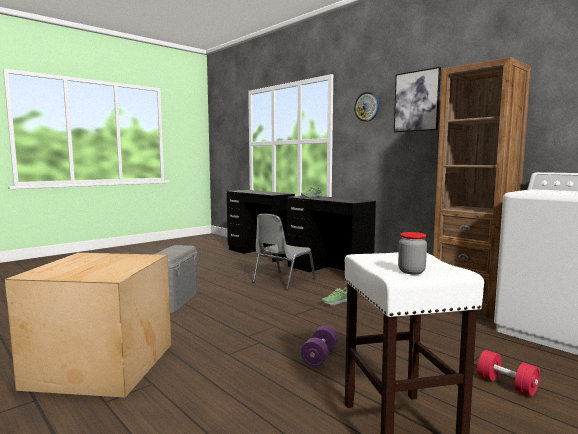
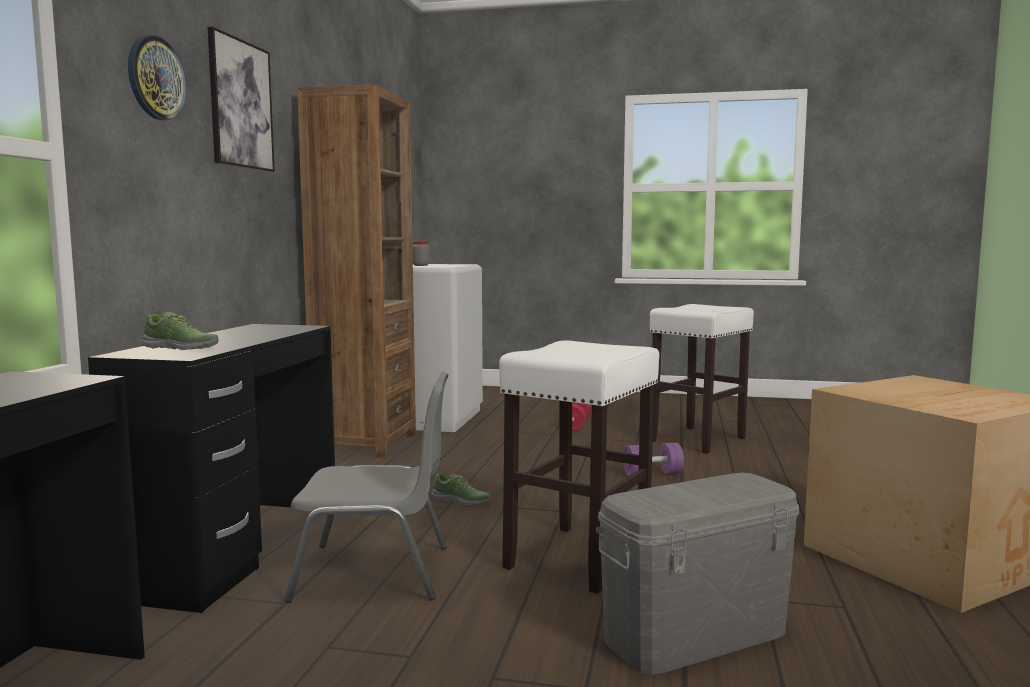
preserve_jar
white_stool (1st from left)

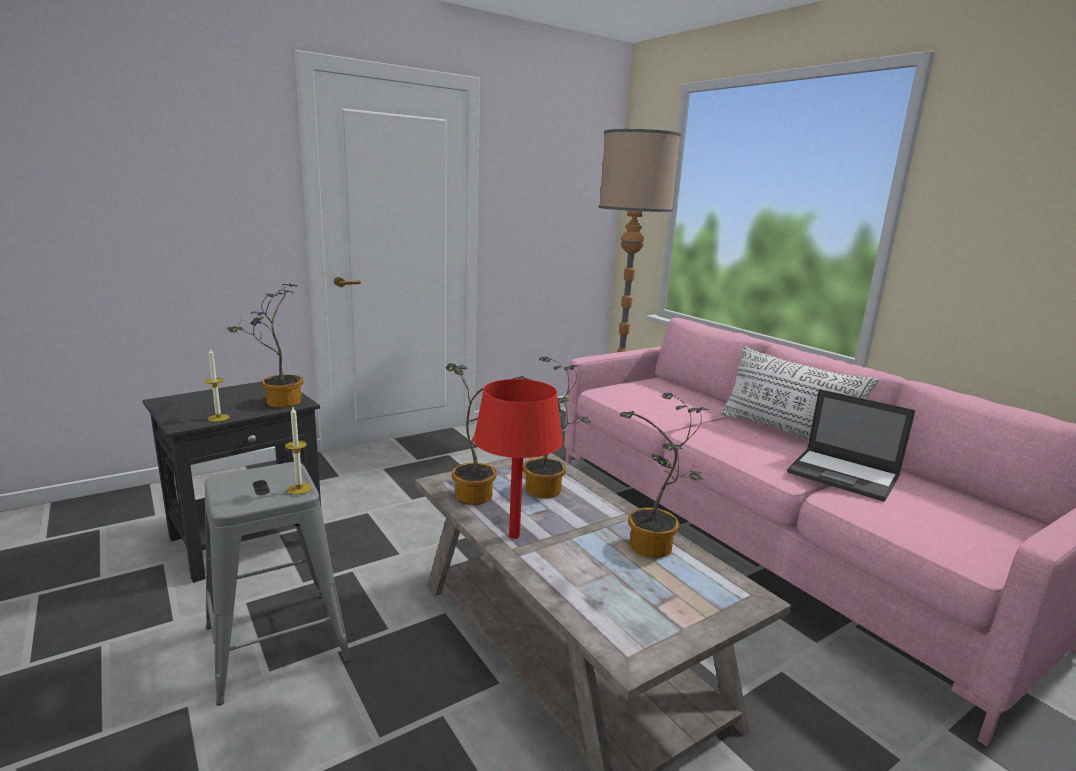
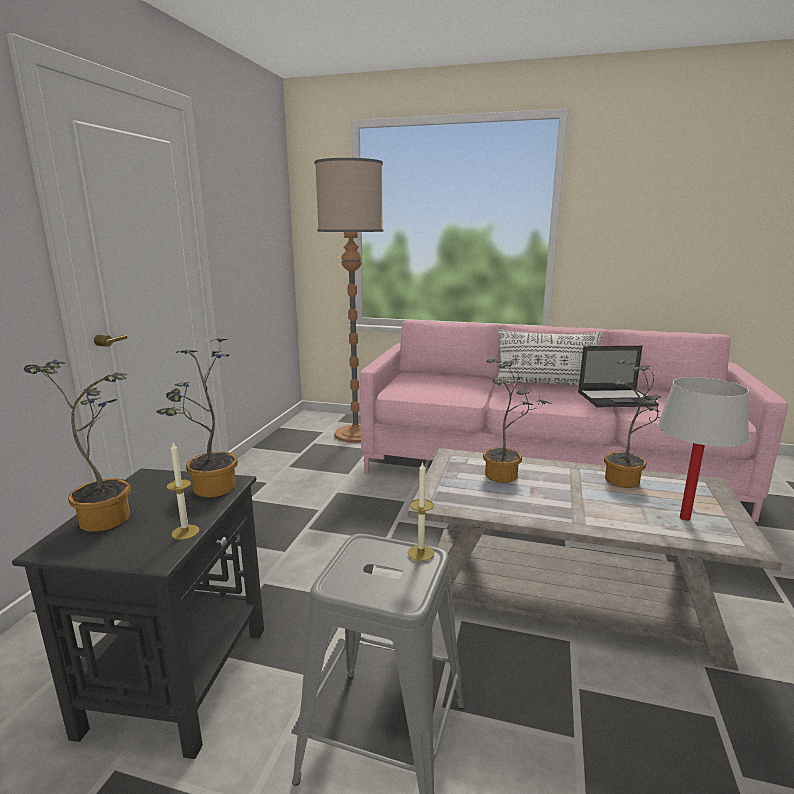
plant_in_a_pot (1st from left)
red_table_lamp
white_table_lamp

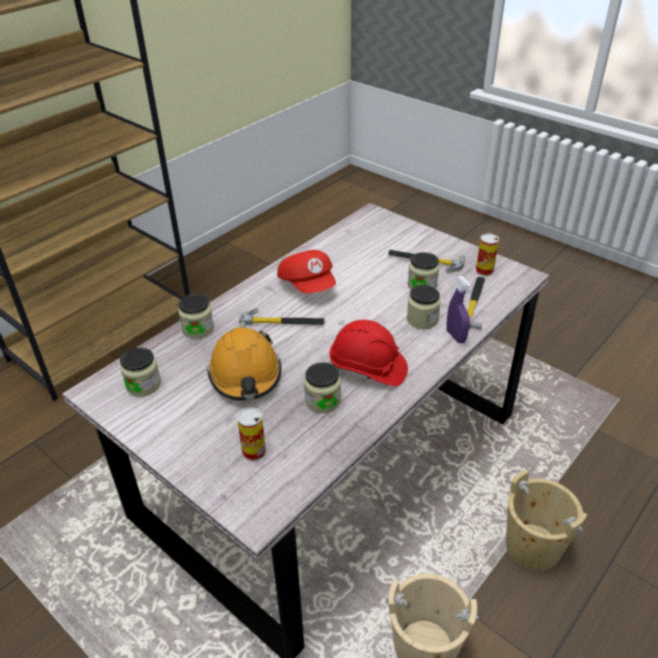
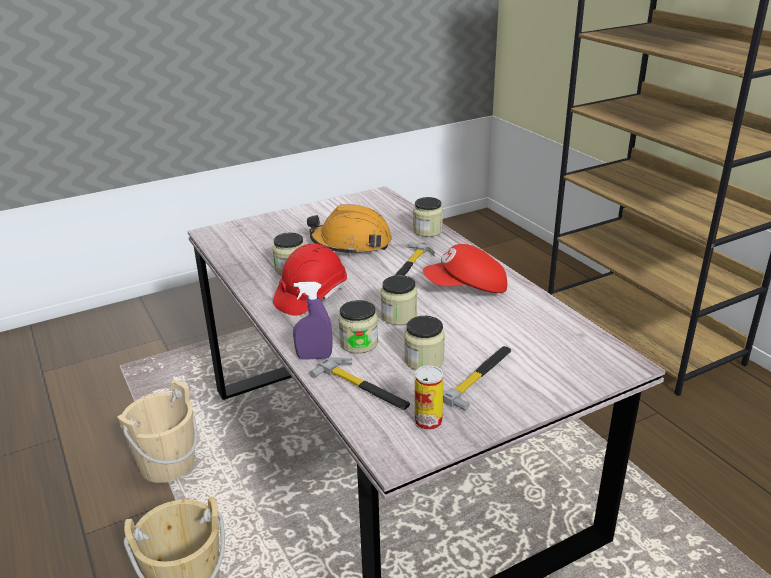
preserve_jar (3rd from left)
sealed_can (1st from left in the first image)

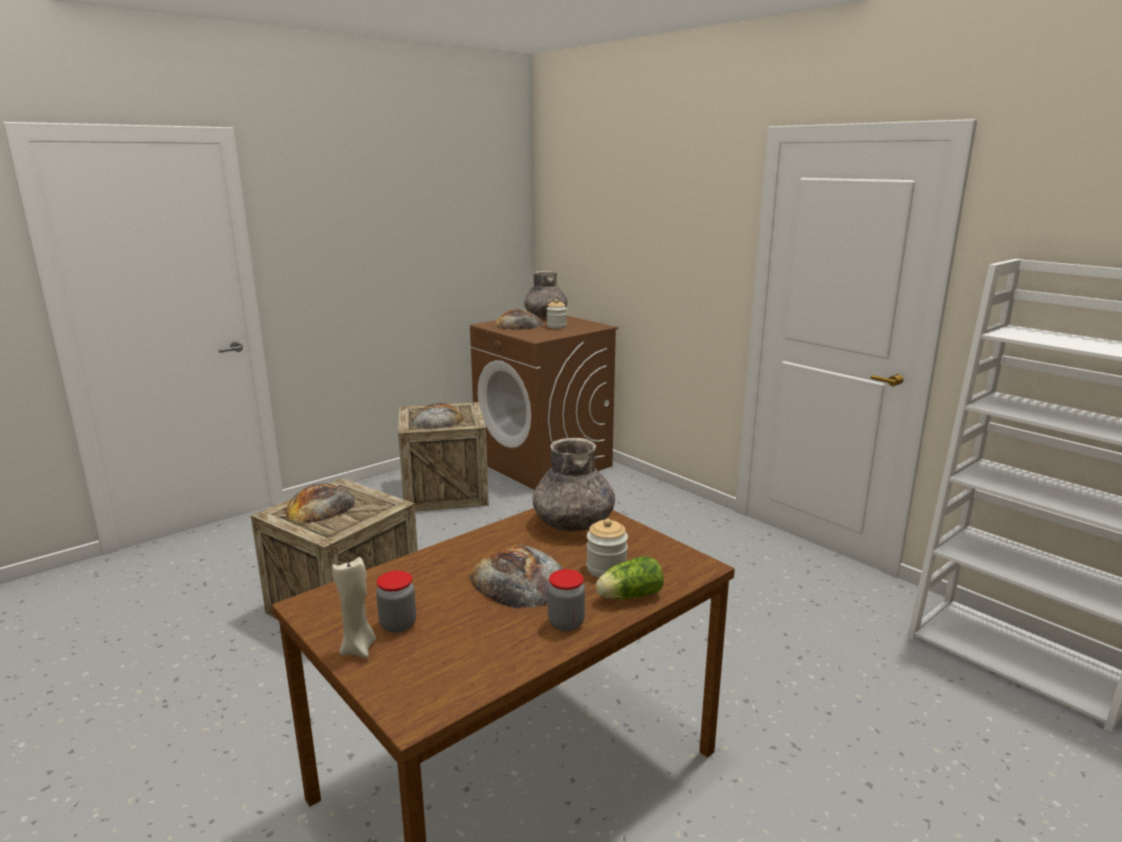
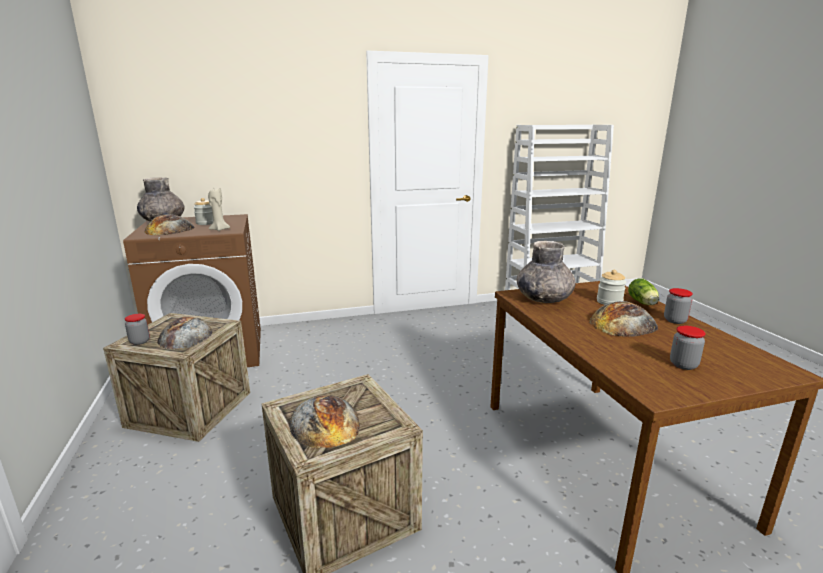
beige-coloured_wax_light
preserve_jar (1st from left)

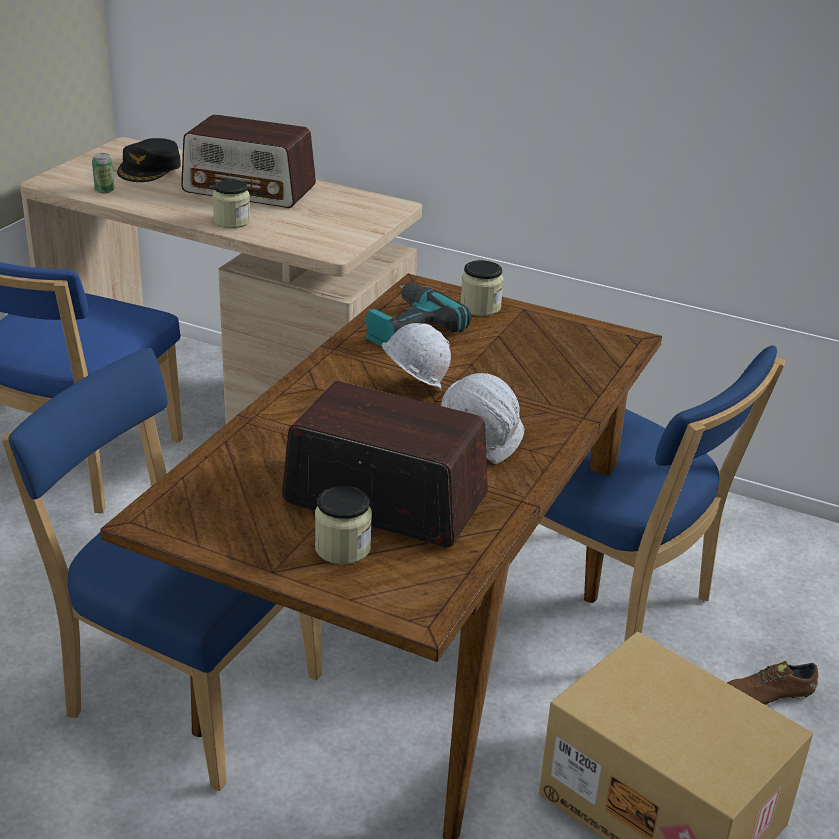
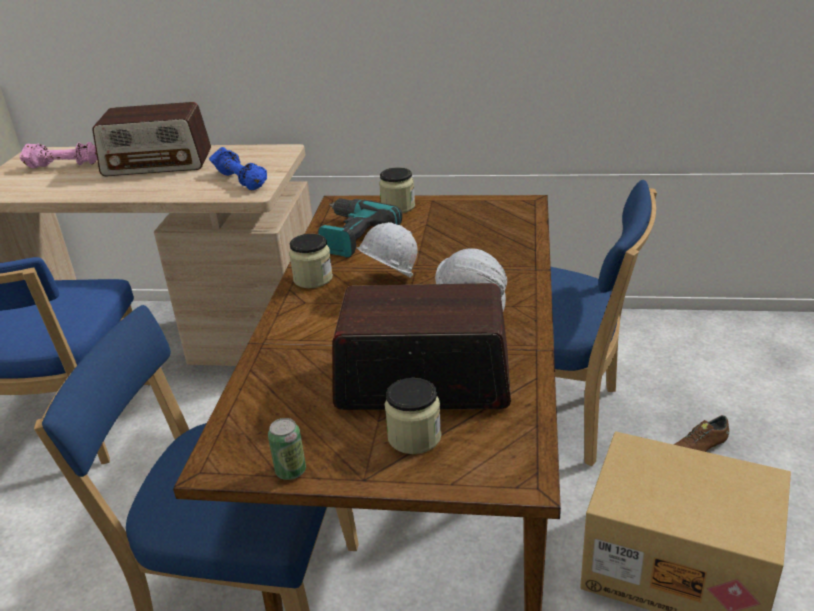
sealed_can
pink_hand_weight
preserve_jar (1st from left)
bluish_hand_weight

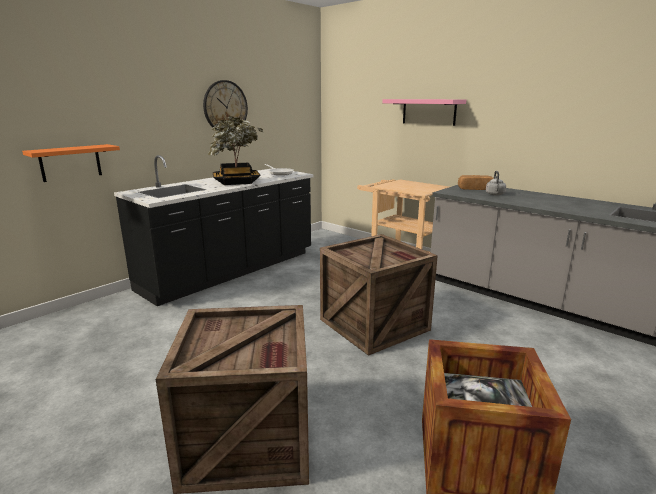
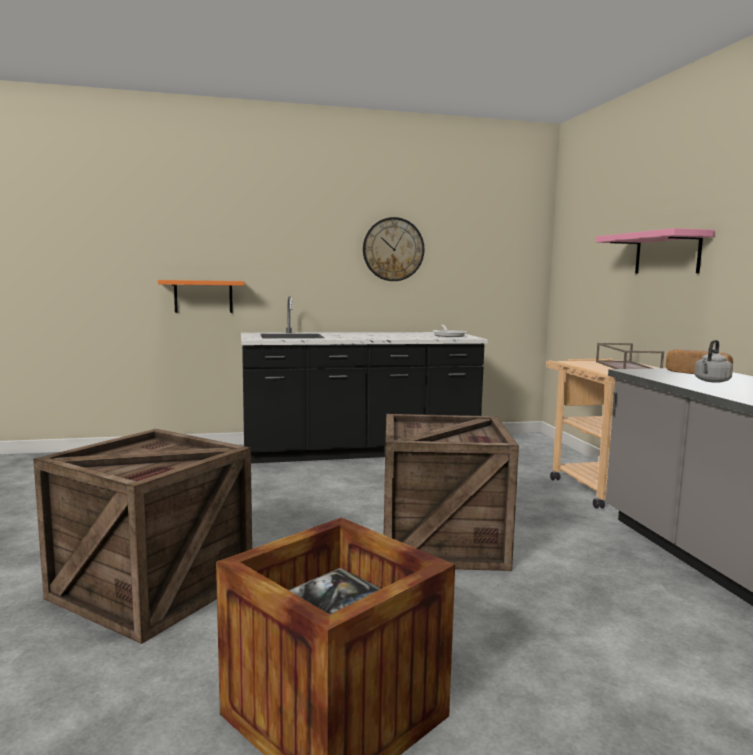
plant_in_a_pot
brown-coloured_tray

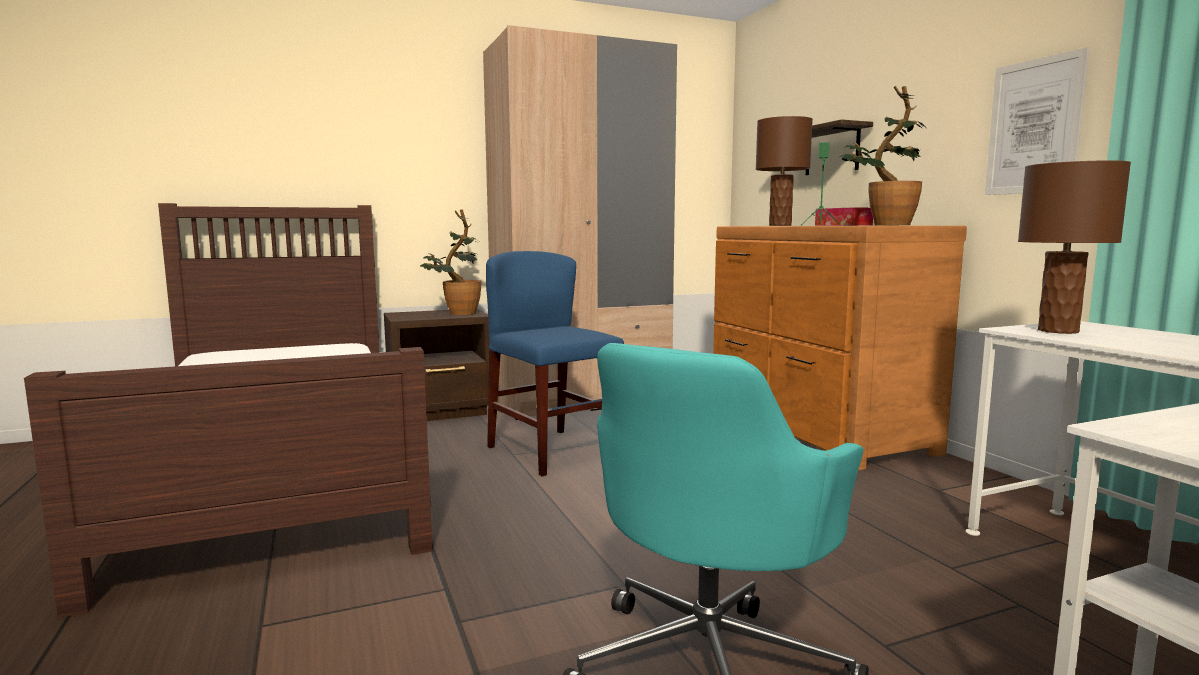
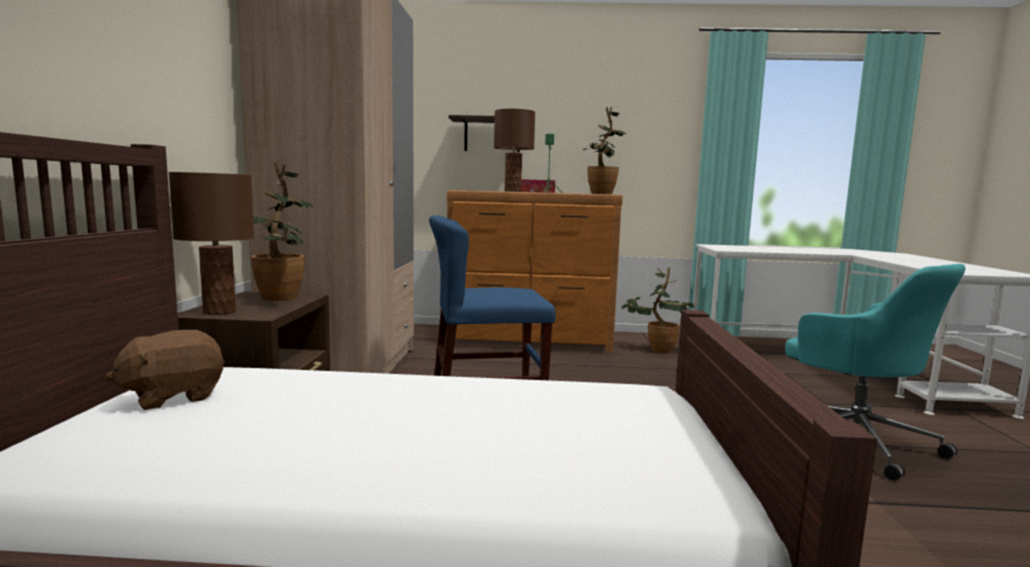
picture
brown-coloured_table_lamp (1st from left)
brown-coloured_soft_toy
plant_in_a_pot (3rd from left)

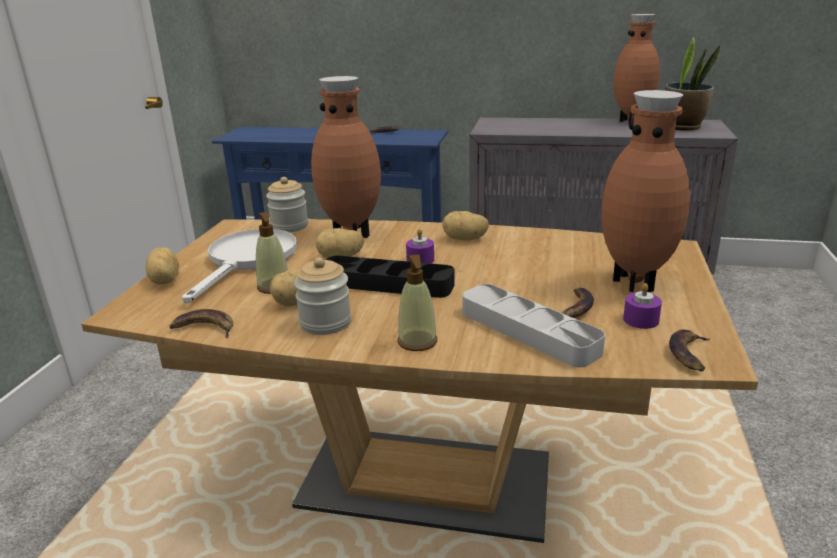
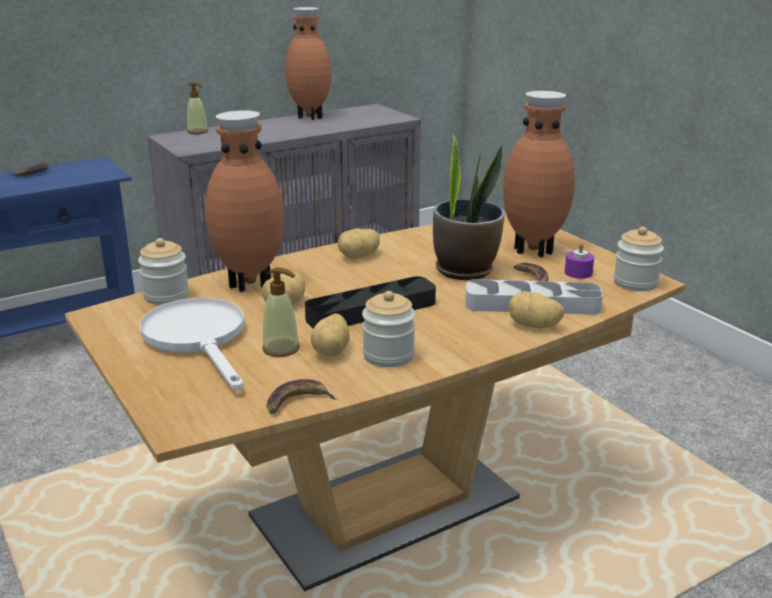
whole_potato (4th from left)
soap_bottle (1st from left)
purple-coloured_wax_light (1st from left in the first image)
plant_in_a_pot
preserve_jar (3rd from left)

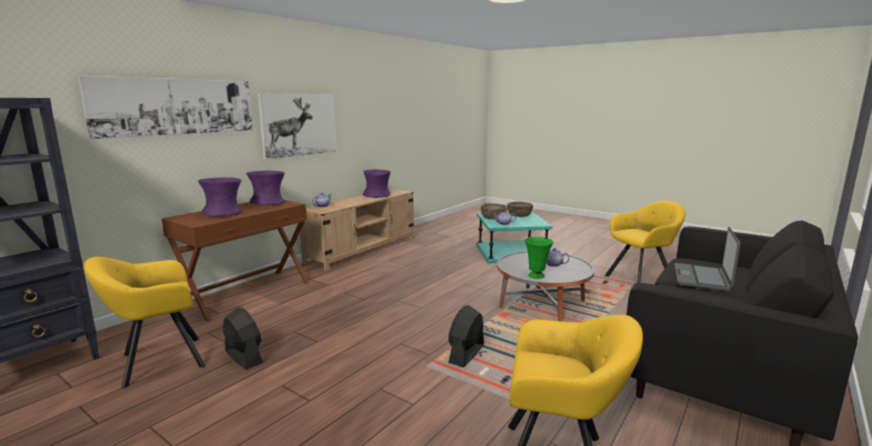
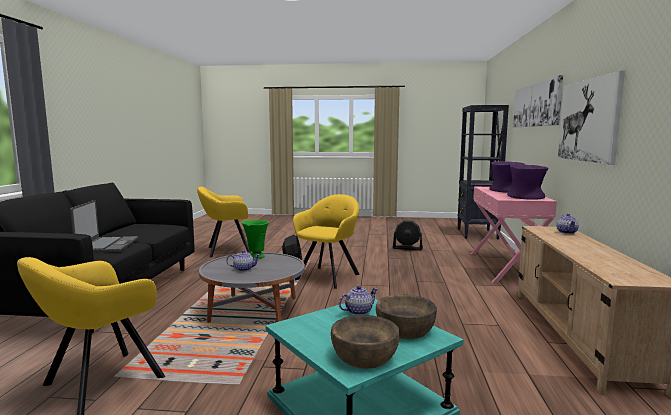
yellowish_lounge_chair (3rd from left)
pink_console_table
purple-coloured_flower_vase (3rd from left in the first image)

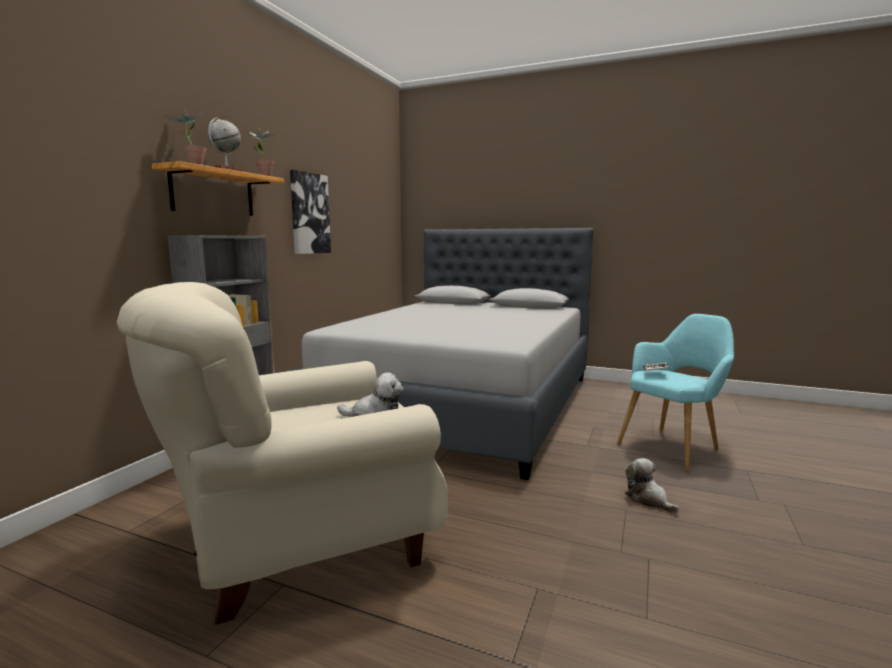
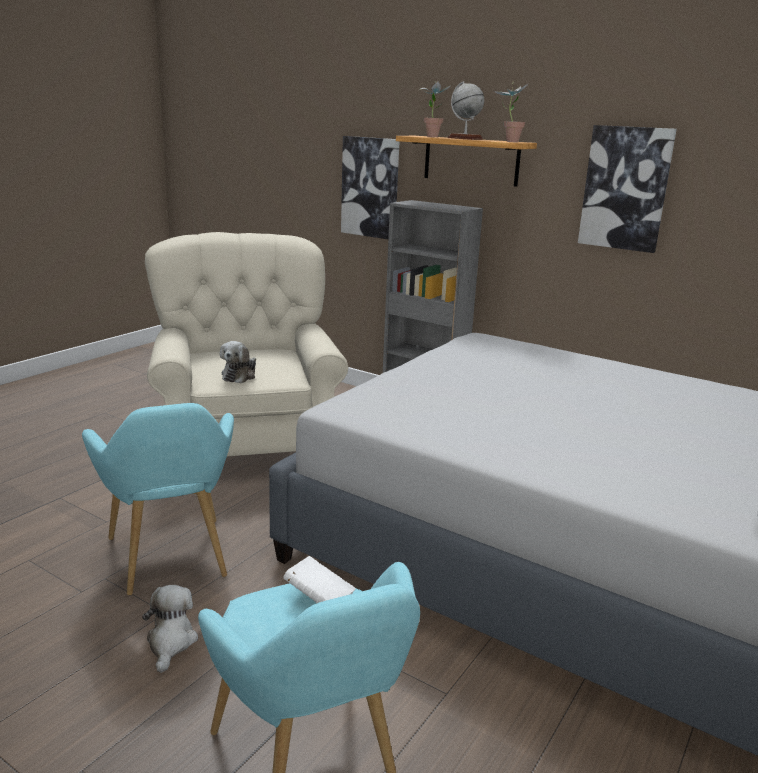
soft_toy (1st from left)
turquoise_lounge_chair (1st from left)
picture (1st from left)

